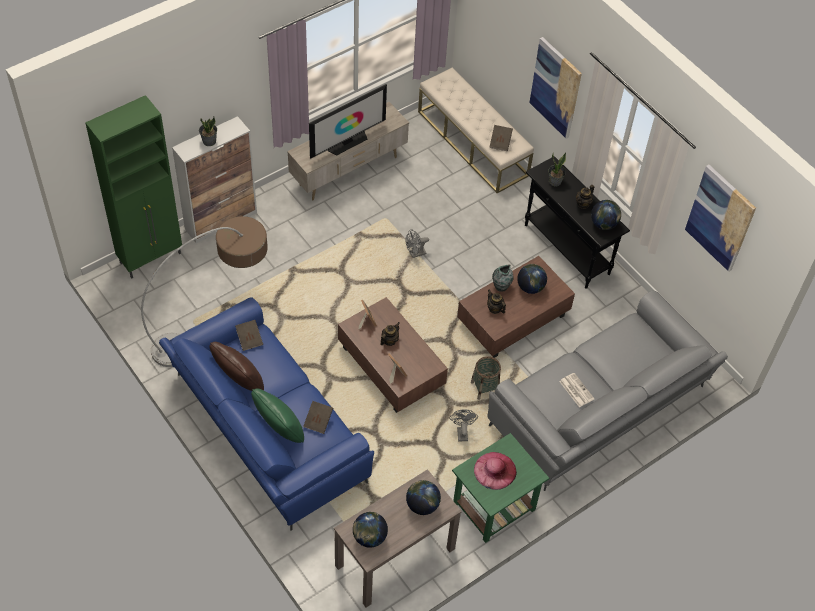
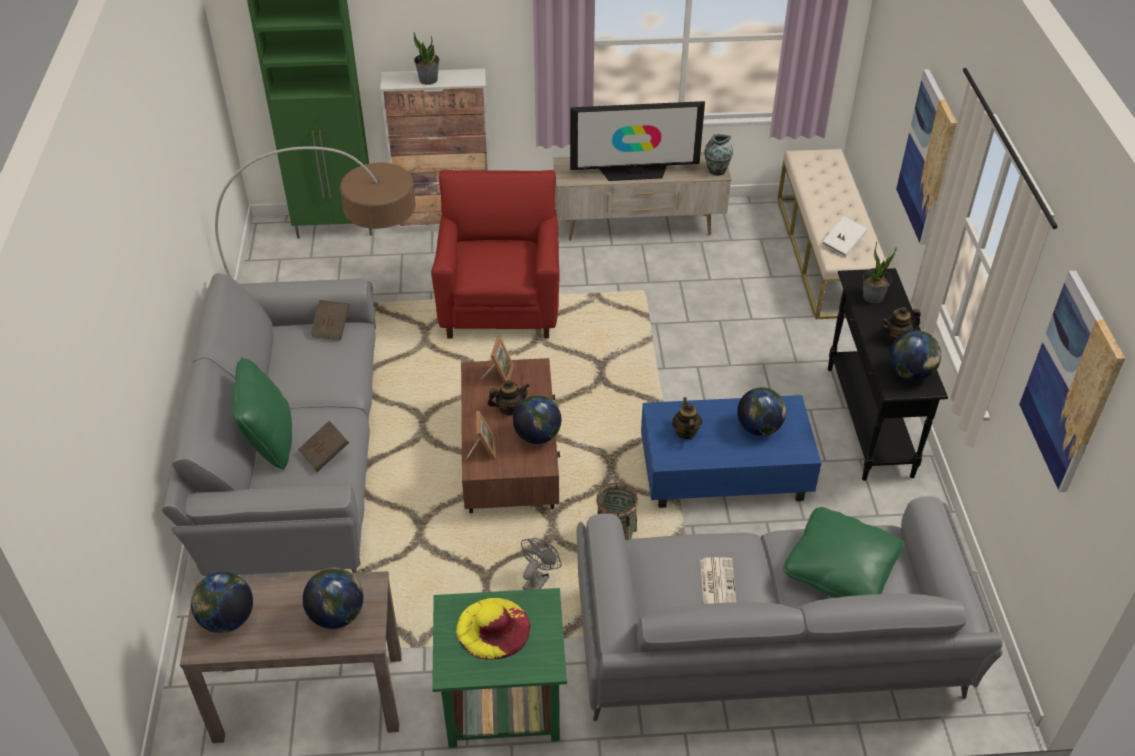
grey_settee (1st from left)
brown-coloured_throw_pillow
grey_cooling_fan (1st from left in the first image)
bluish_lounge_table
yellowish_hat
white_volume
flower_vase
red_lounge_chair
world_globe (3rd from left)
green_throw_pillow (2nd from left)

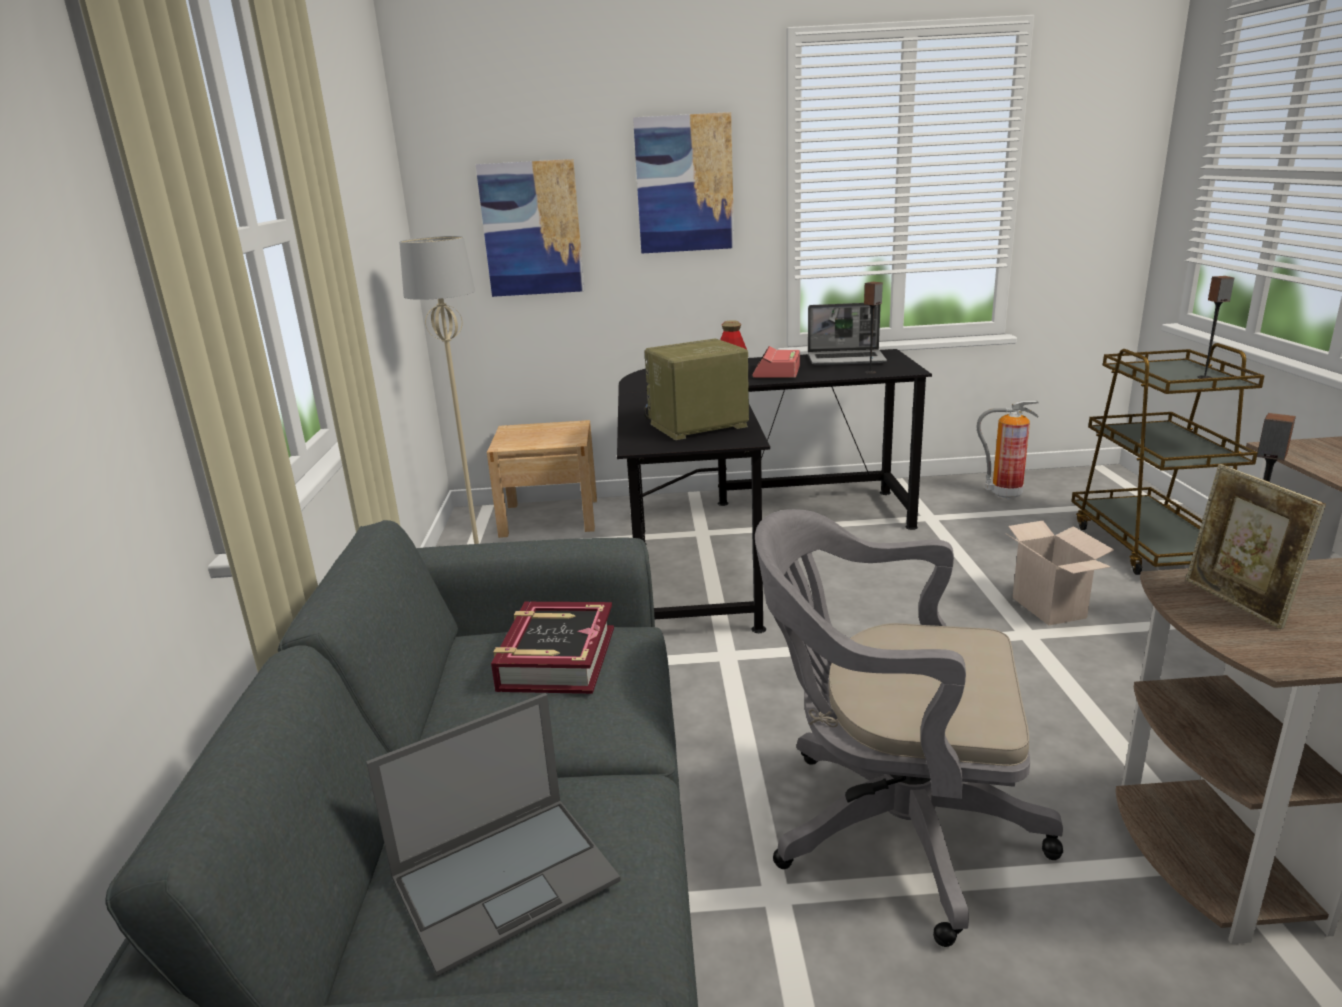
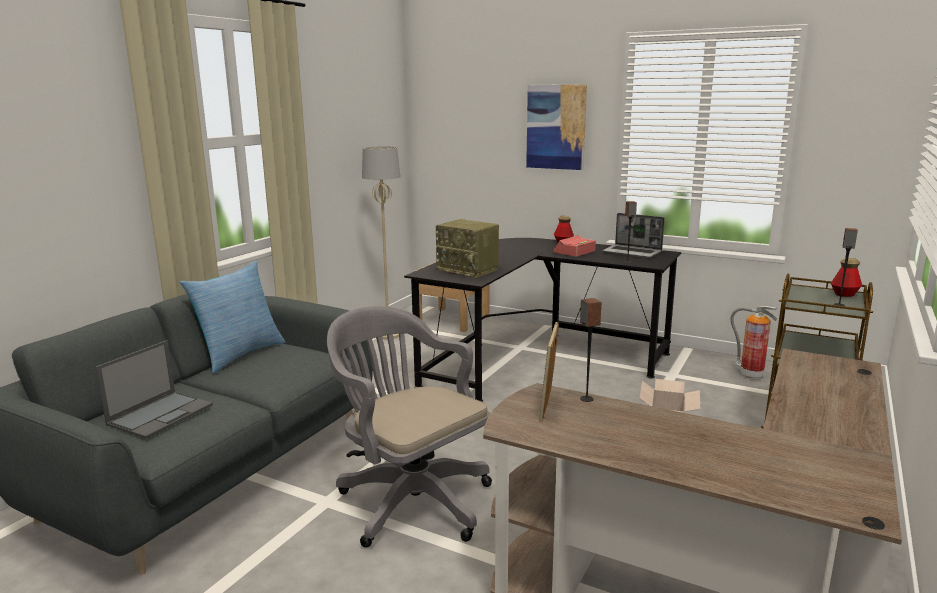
notebook_computer (1st from left)
picture (1st from left in the first image)
volume
radio_receiver
throw_pillow
bottle (2nd from left)

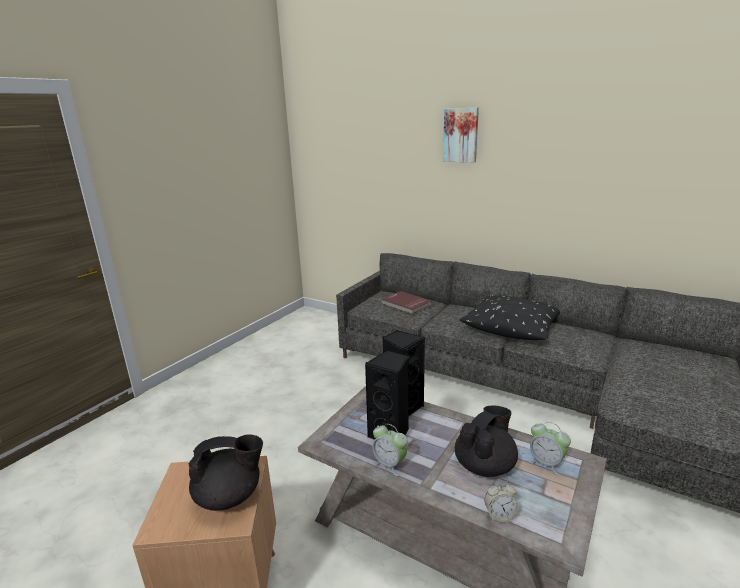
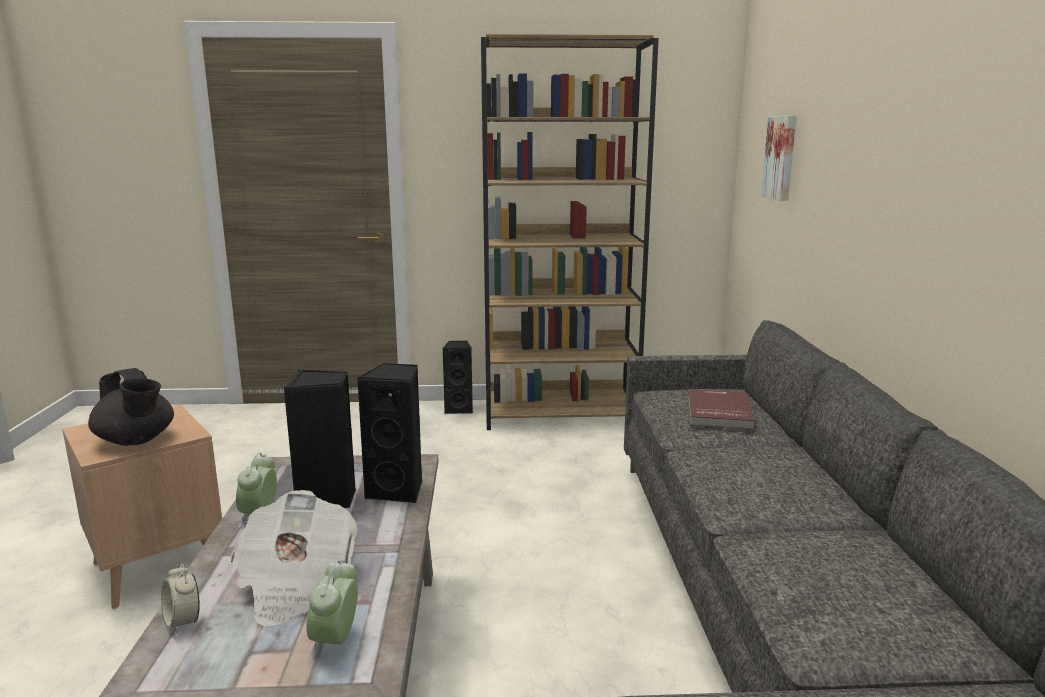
picture
printed_paper
black-coloured_throw_pillow
black-coloured_loudspeaker (3rd from left)
brown-coloured_shelving_unit

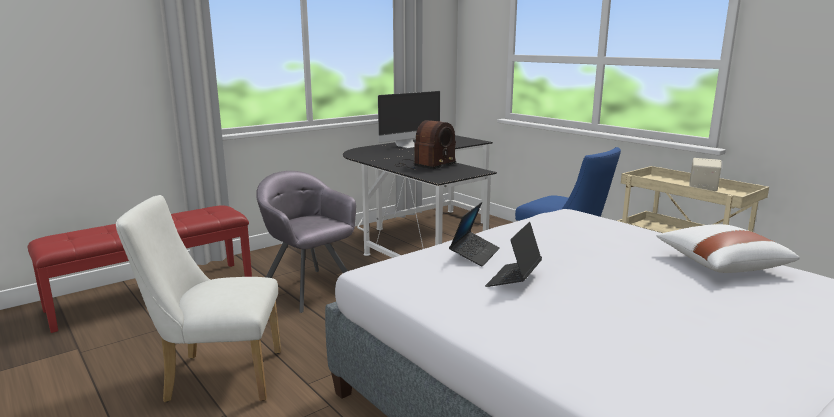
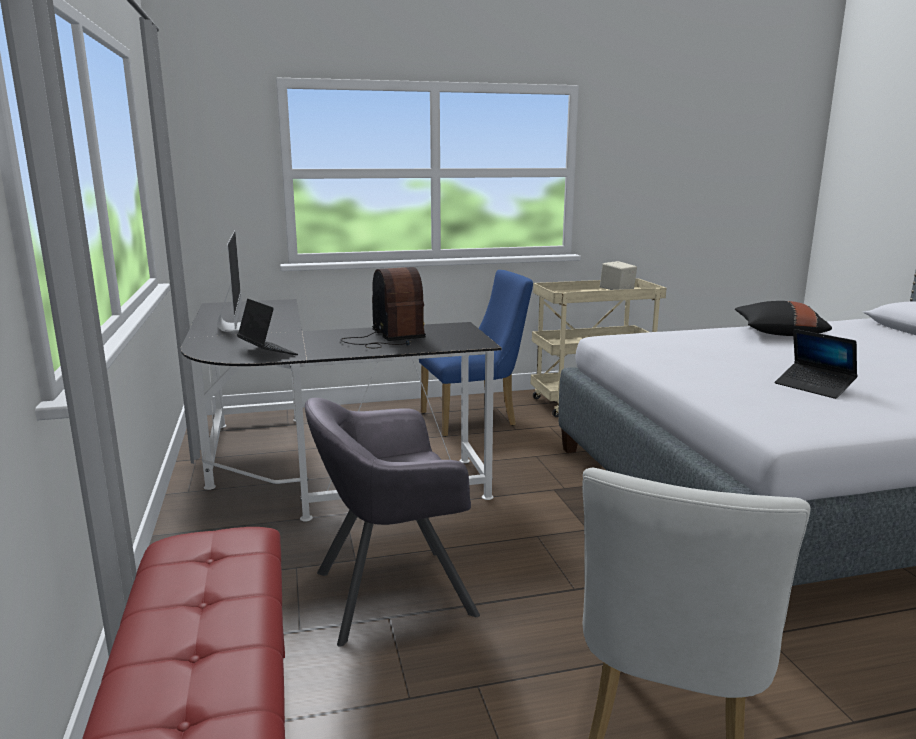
notebook_computer (1st from left)
black-coloured_throw_pillow

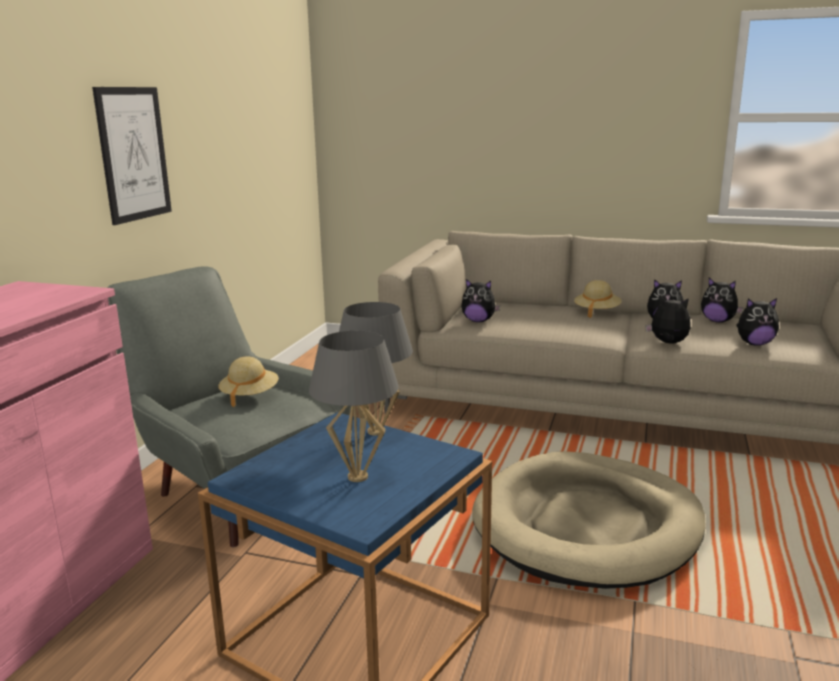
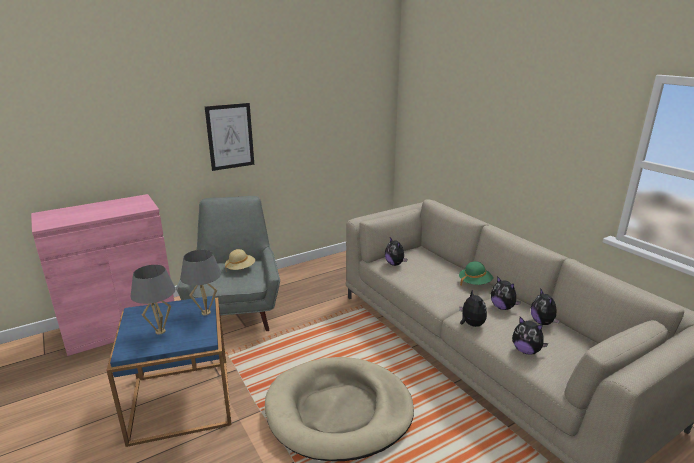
green_hat

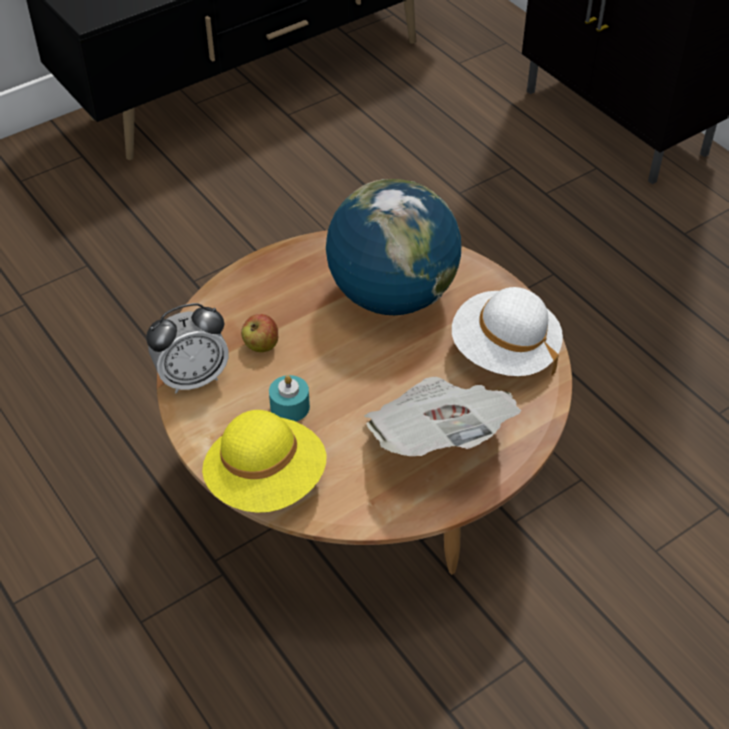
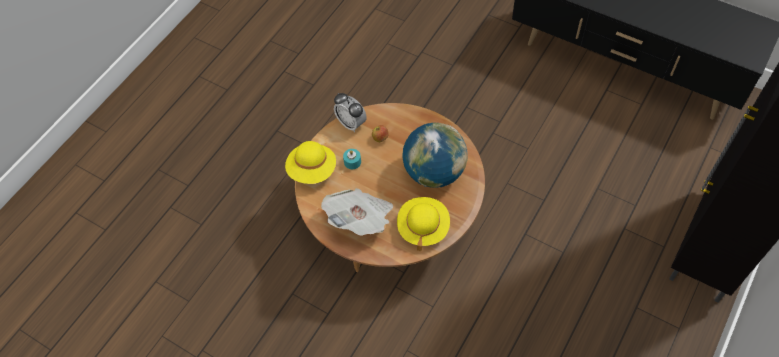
yellowish_hat (2nd from left)

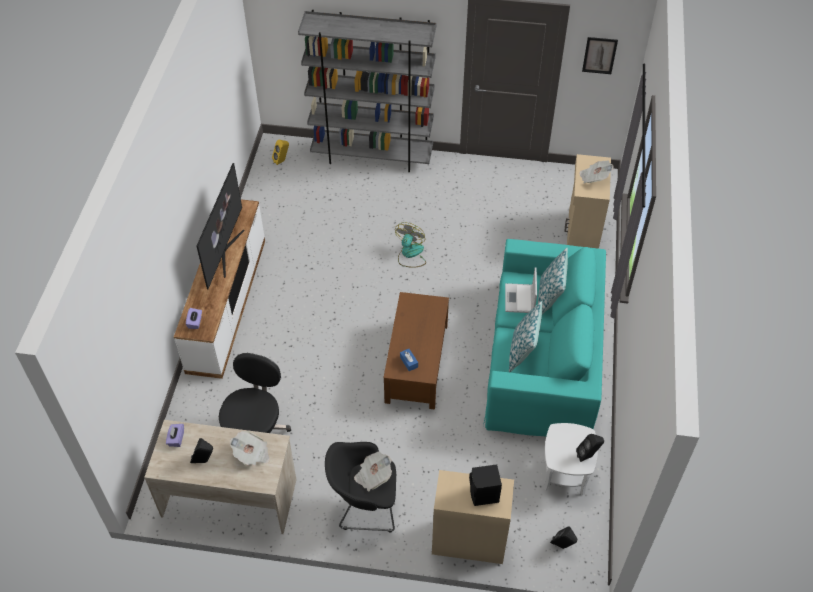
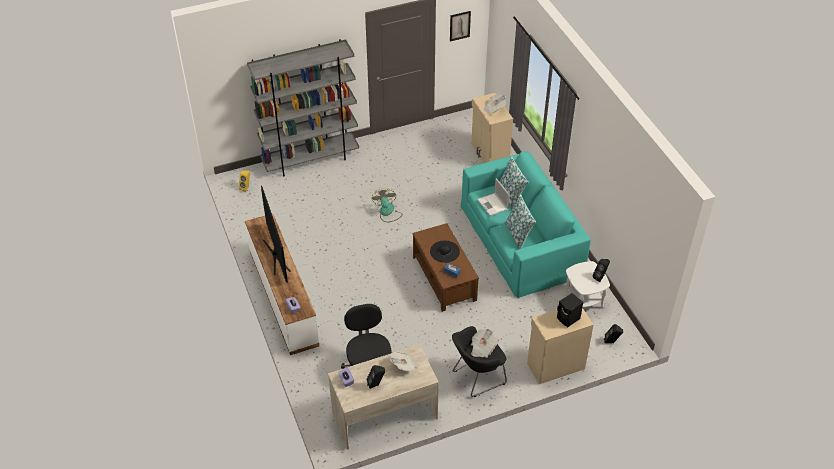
black-coloured_hat

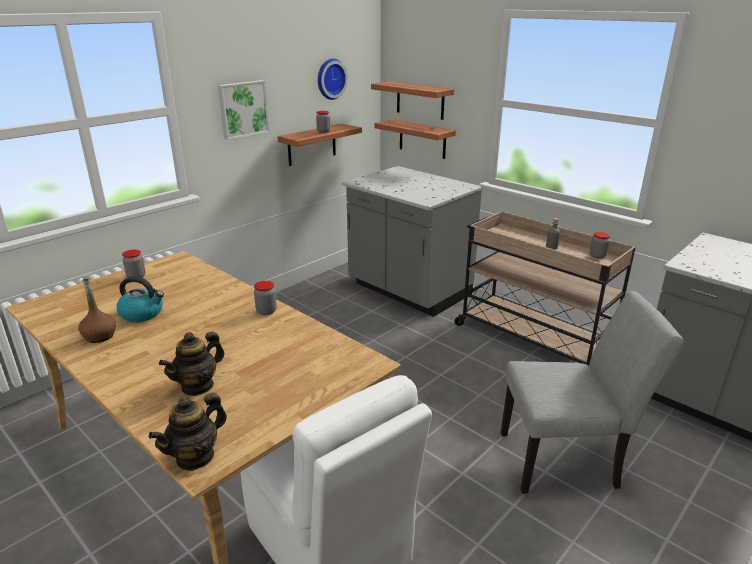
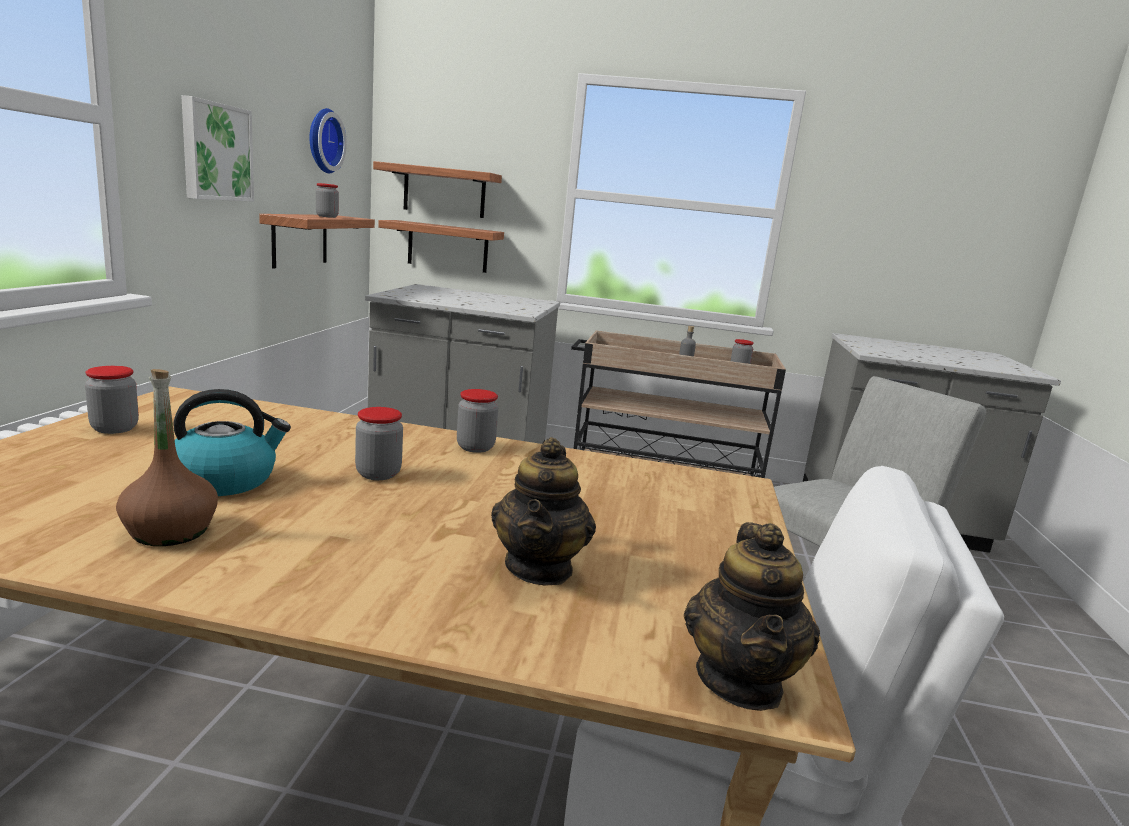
preserve_jar (3rd from left)

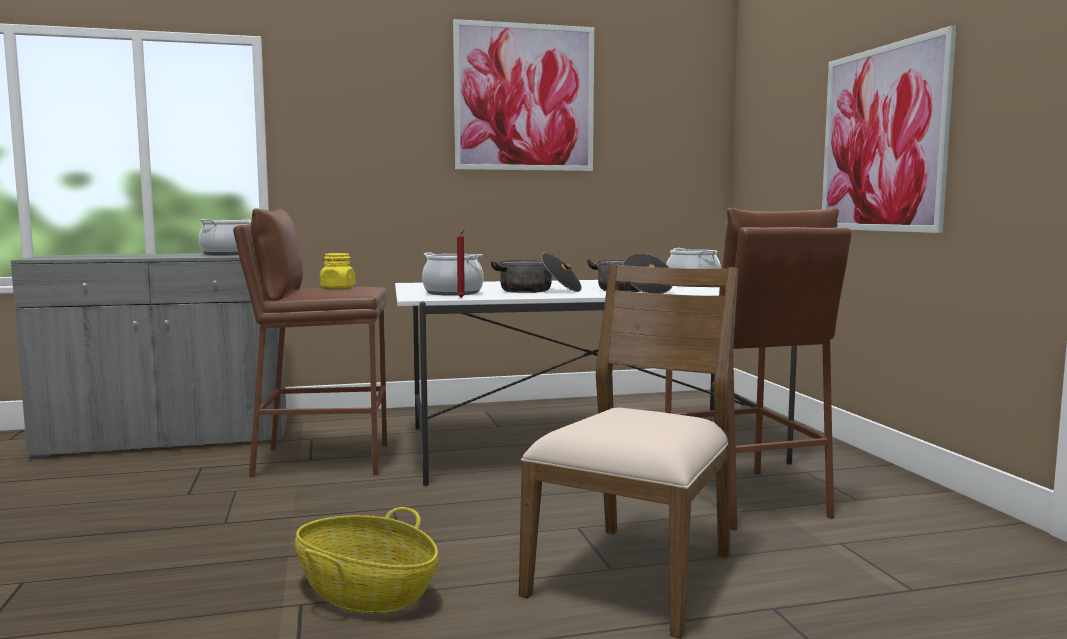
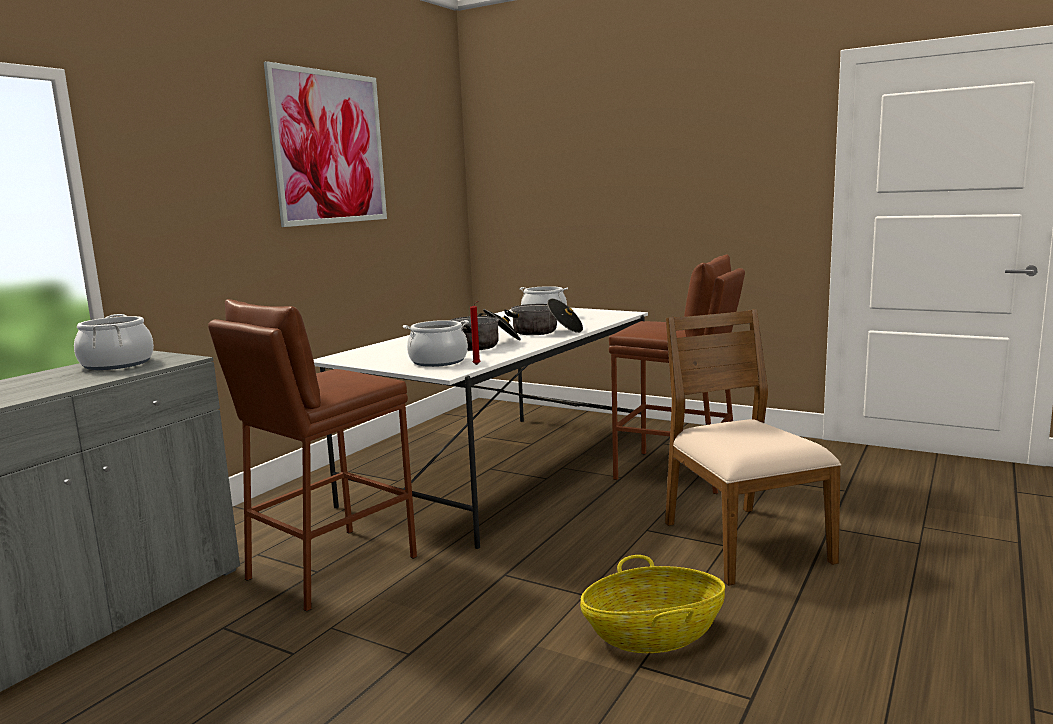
yellowish_preserve_jar
picture (2nd from left in the first image)

